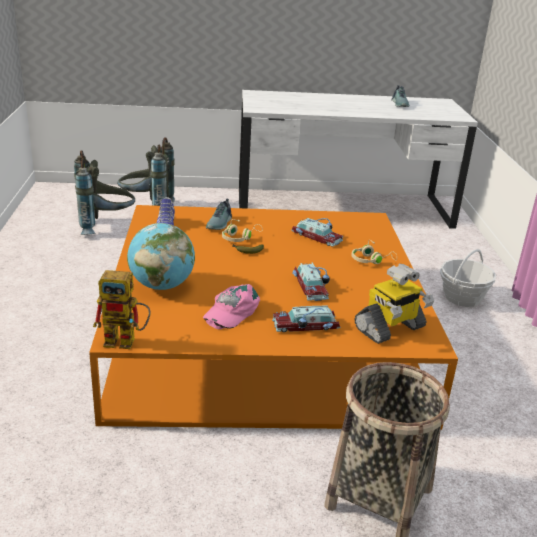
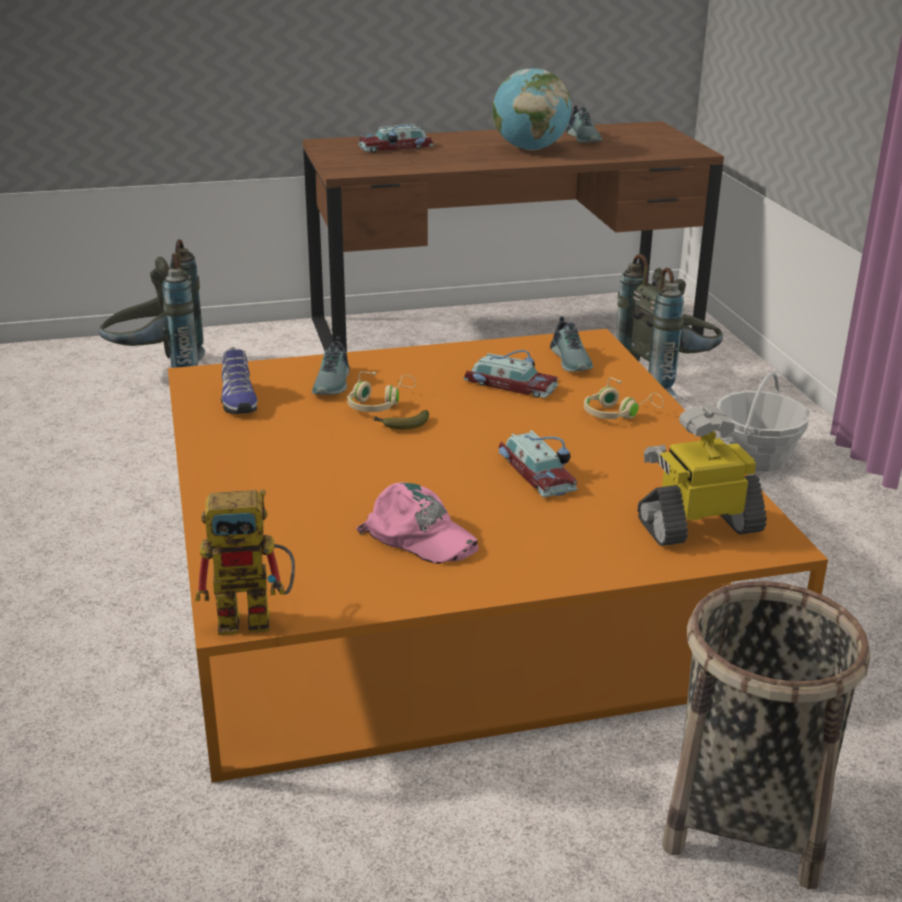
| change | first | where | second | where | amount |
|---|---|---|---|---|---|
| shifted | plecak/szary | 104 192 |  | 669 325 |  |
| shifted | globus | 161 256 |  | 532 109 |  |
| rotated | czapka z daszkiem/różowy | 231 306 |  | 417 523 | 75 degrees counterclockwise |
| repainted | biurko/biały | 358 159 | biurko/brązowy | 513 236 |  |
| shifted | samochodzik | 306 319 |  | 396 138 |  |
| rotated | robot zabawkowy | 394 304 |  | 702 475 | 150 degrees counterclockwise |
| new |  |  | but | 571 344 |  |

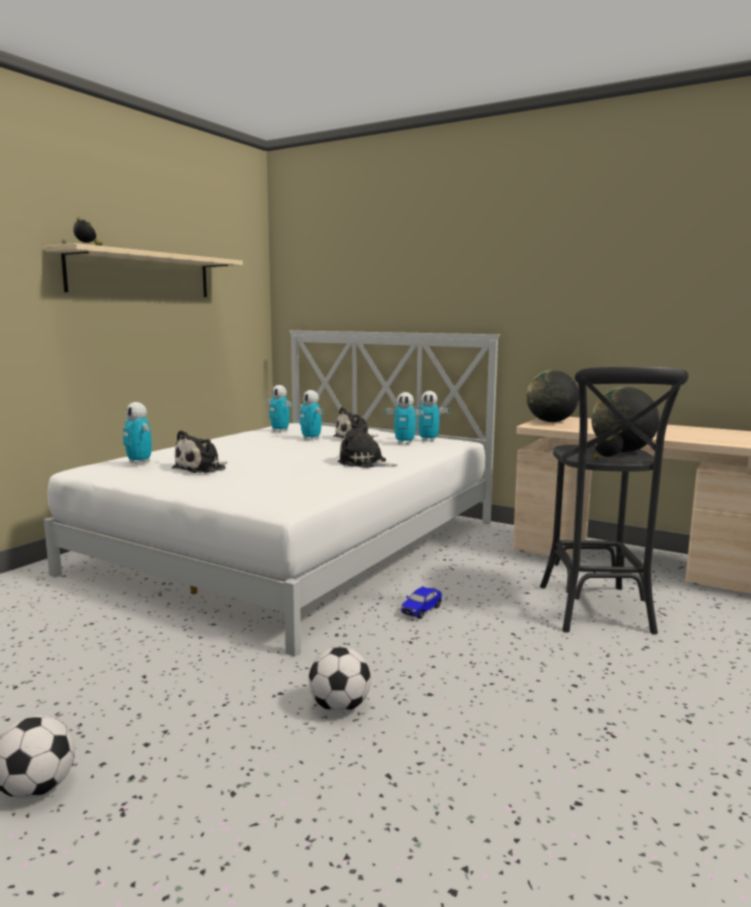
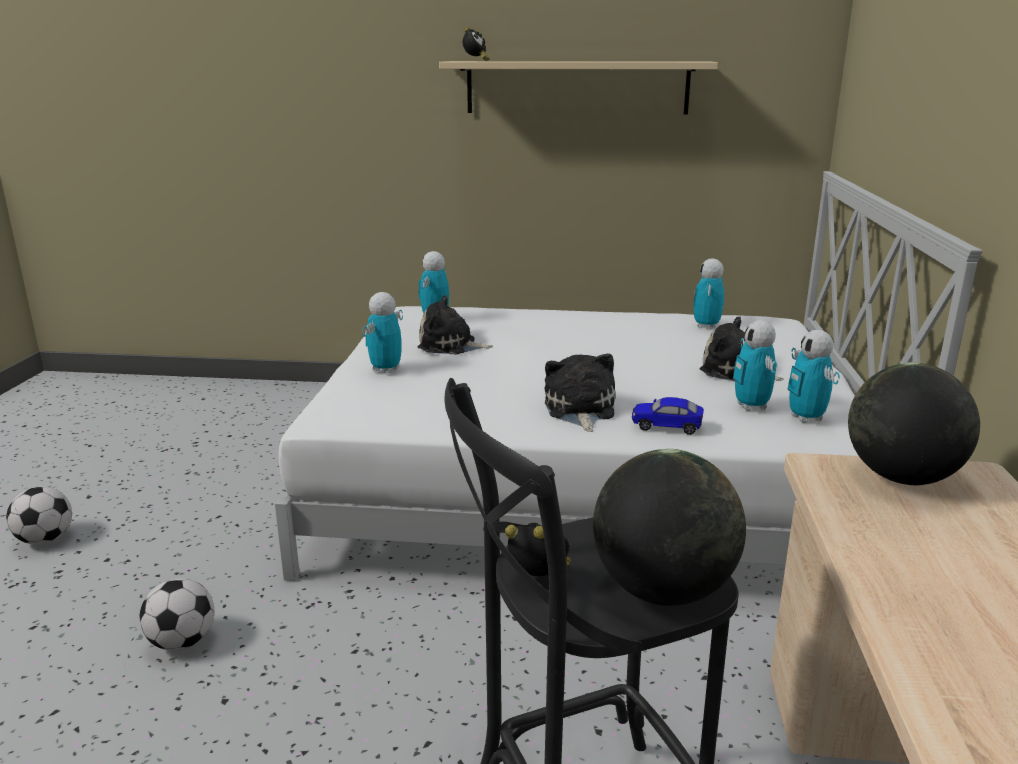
| change | first | where | second | where | amount |
|---|---|---|---|---|---|
| shifted | robot zabawkowy | 311 415 |  | 382 333 |  |
| shifted | samochodzik | 421 603 |  | 668 416 |  |

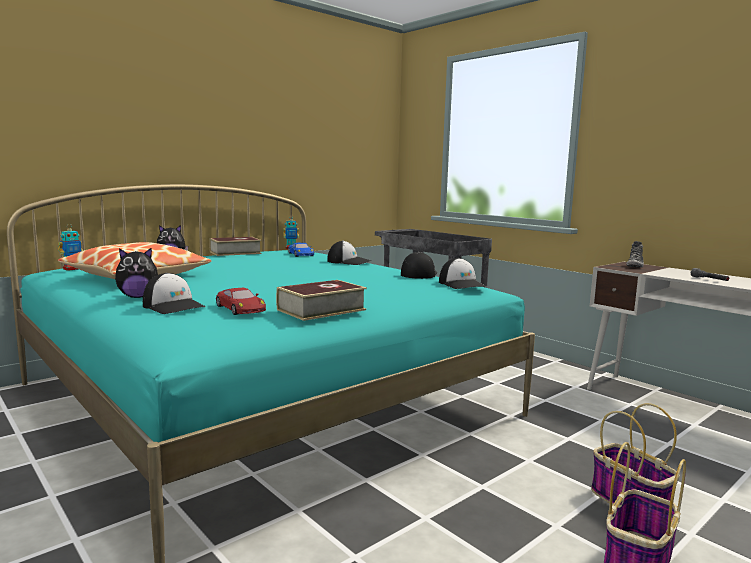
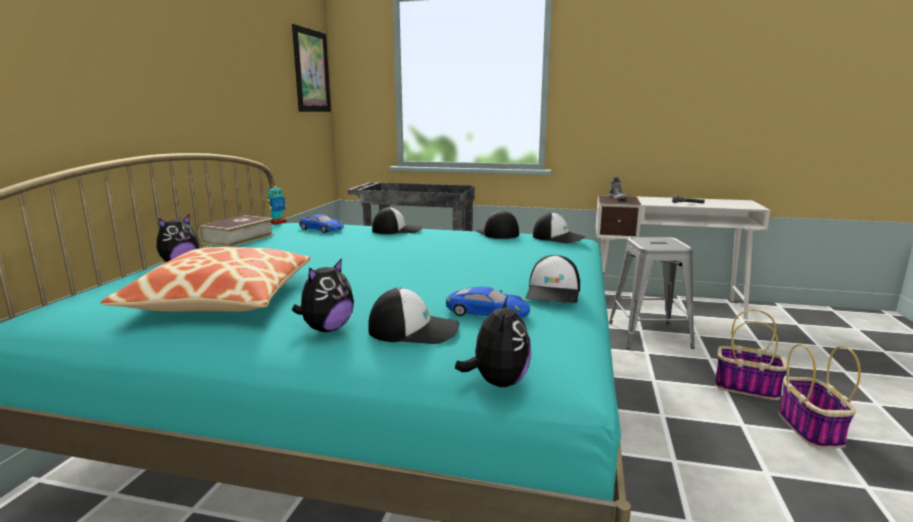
| change | first | where | second | where | amount |
|---|---|---|---|---|---|
| gone | robot zabawkowy | 70 248 |  |  |  |
| repainted | samochodzik/czerwony | 241 301 | samochodzik/niebieski | 488 303 |  |
| swapped | książka | 321 300 | czapka z daszkiem | 553 279 |  |
| new |  |  | obraz | 311 68 |  |
| new |  |  | pluszak | 493 341 |  |
| new |  |  | stołek/szary | 652 293 |  |

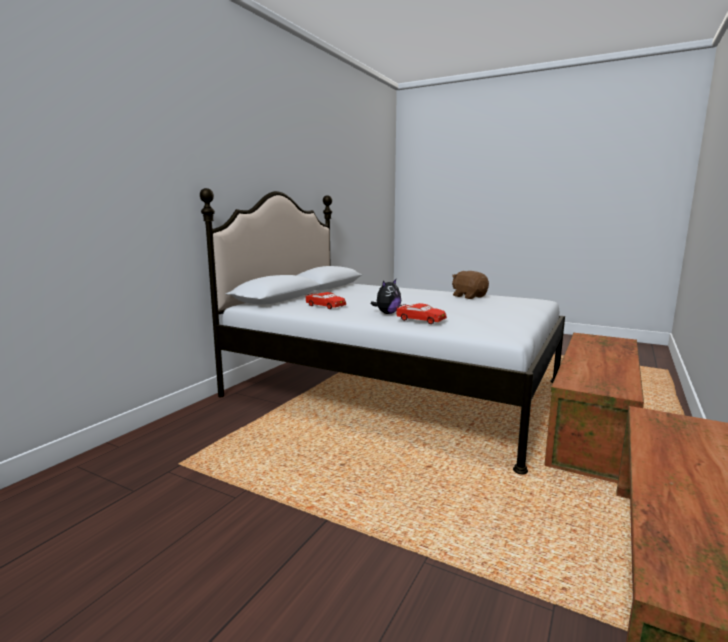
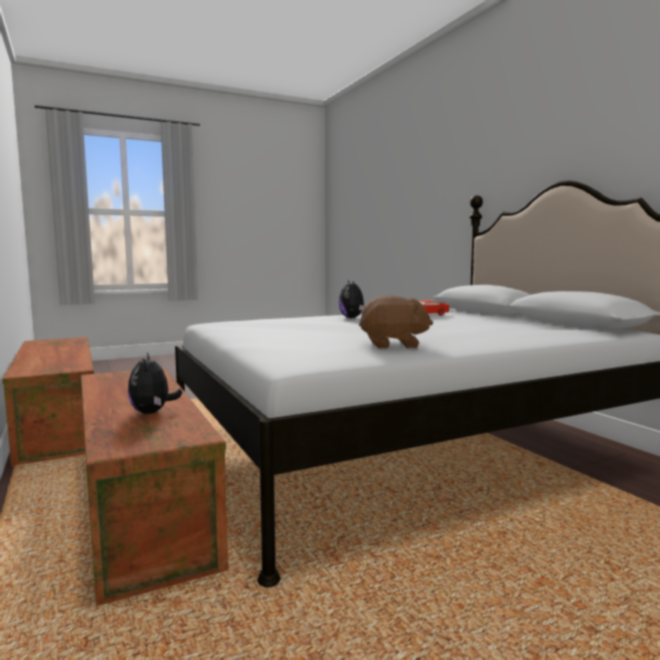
| change | first | where | second | where | amount |
|---|---|---|---|---|---|
| gone | samochodzik/czerwony | 421 313 |  |  |  |
| new |  |  | pluszak | 155 383 |  |

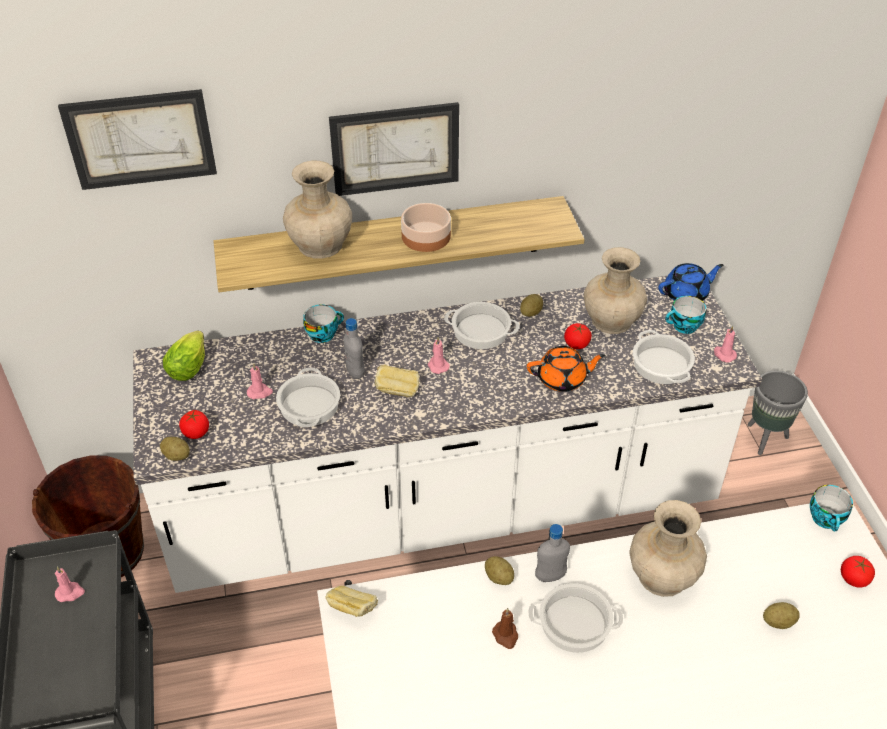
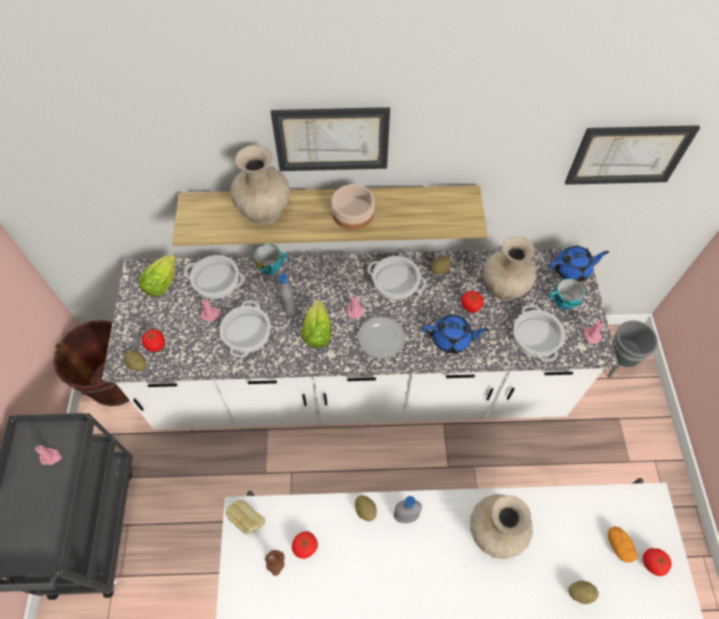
| change | first | where | second | where | amount |
|---|---|---|---|---|---|
| shifted | obraz | 137 139 |  | 632 155 |  |
| swapped | chleb | 397 380 | sałata | 316 324 |  |
| shifted | świeca/brązowy | 505 628 |  | 275 563 |  |
| repainted | imbryk/pomarańczowy | 566 369 | imbryk/niebieski | 456 333 |  |
| shifted | garnek | 575 618 |  | 214 277 |  |
| gone | filiżanka | 831 508 |  |  |  |
| new |  |  | pomidor | 305 545 |  |
| new |  |  | talerz | 381 337 |  |
| new |  |  | ziemniak | 622 545 |  |

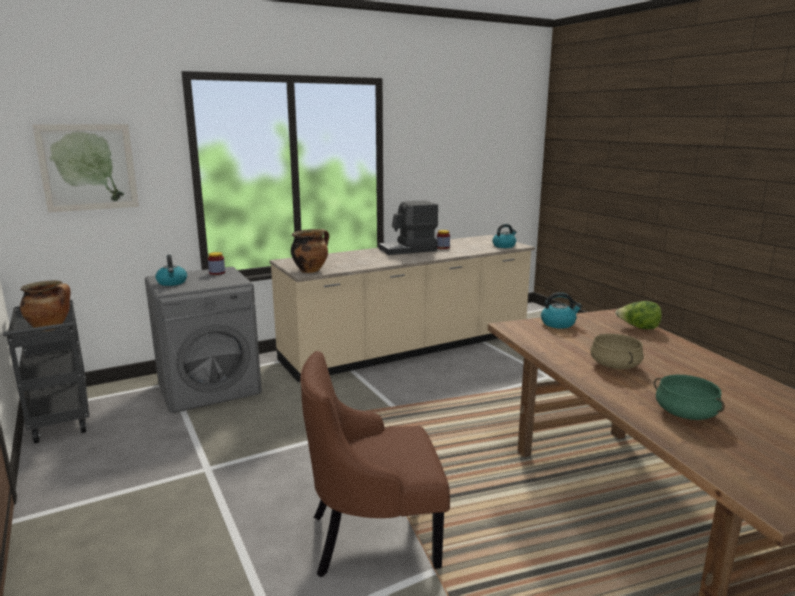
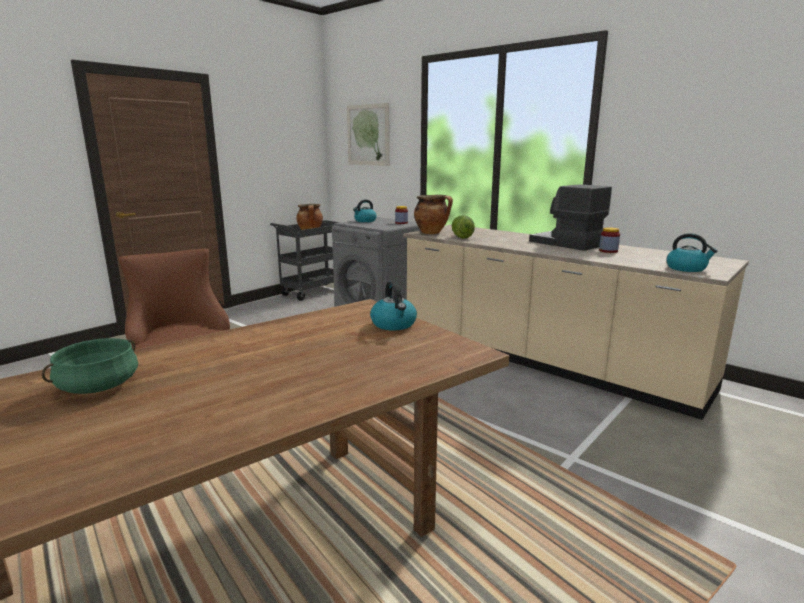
| change | first | where | second | where | amount |
|---|---|---|---|---|---|
| gone | garnek/beżowy | 617 351 |  |  |  |
| shifted | sałata | 638 315 |  | 463 227 |  |

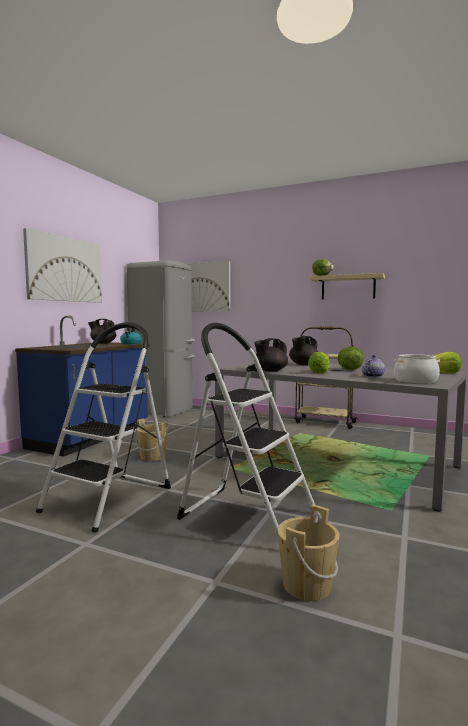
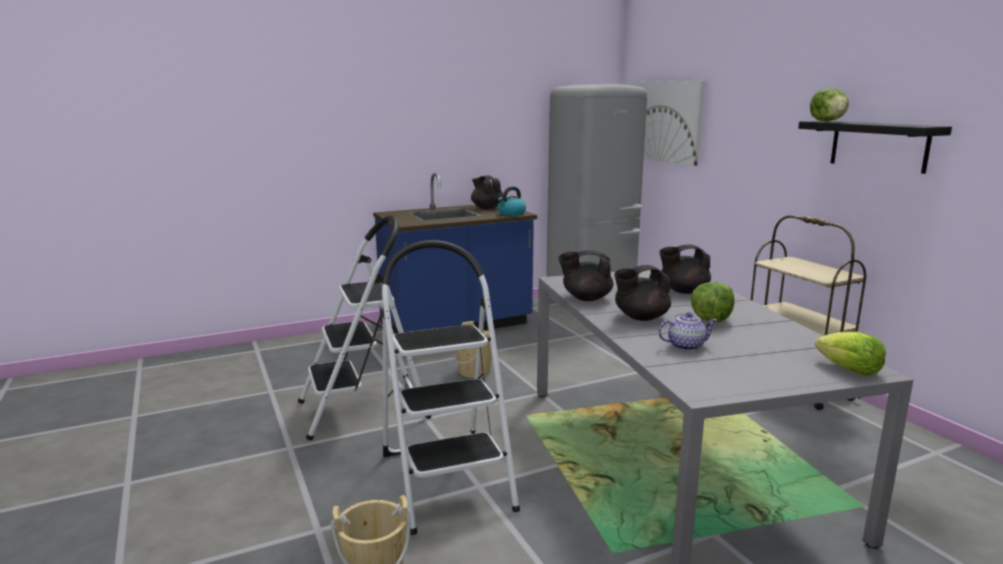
| change | first | where | second | where | amount |
|---|---|---|---|---|---|
| gone | obraz | 62 265 |  |  |  |
| swapped | sałata | 319 362 | imbryk/czarny | 642 293 |  |
| repainted | półka/beżowy | 347 286 | półka/czarny | 875 147 |  |
| gone | garnek | 417 369 |  |  |  |

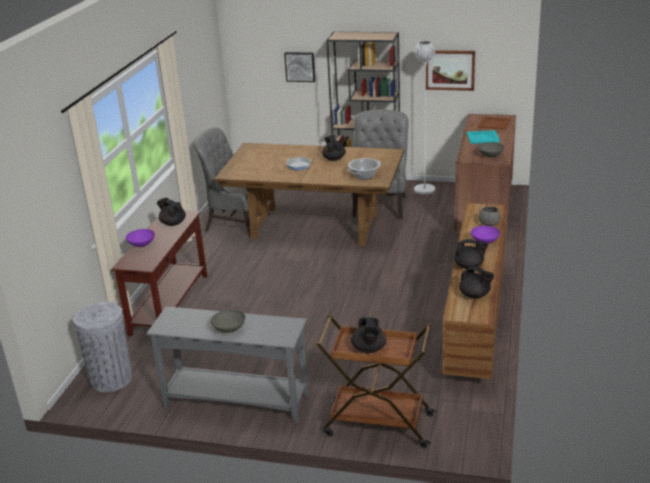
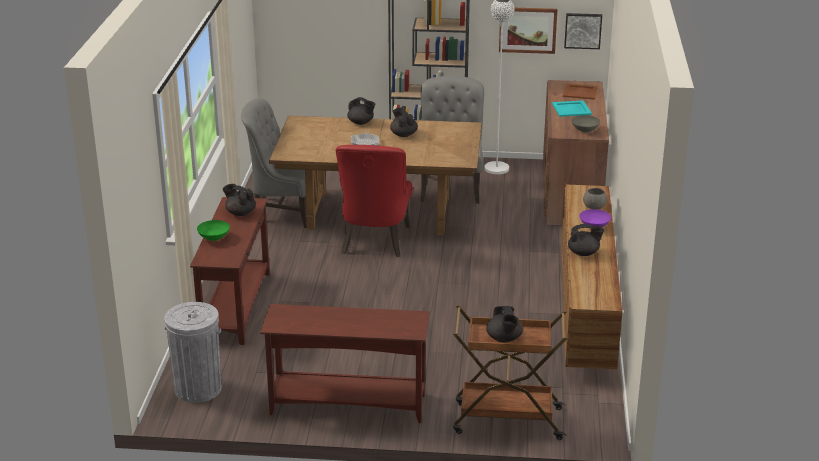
| change | first | where | second | where | amount |
|---|---|---|---|---|---|
| repainted | miska/fioletowy | 140 238 | miska/zielony | 213 230 |  |
| repainted | stolik konsolowy/szary | 227 365 | stolik konsolowy/brązowy | 345 363 |  |
| gone | miska/szary | 228 321 |  |  |  |
| shifted | obraz | 299 67 |  | 583 31 |  |
| gone | garnek | 364 169 |  |  |  |
| shifted | imbryk/czarny | 476 282 |  | 361 111 |  |
| new |  |  | krzesło/czerwony | 374 201 |  |

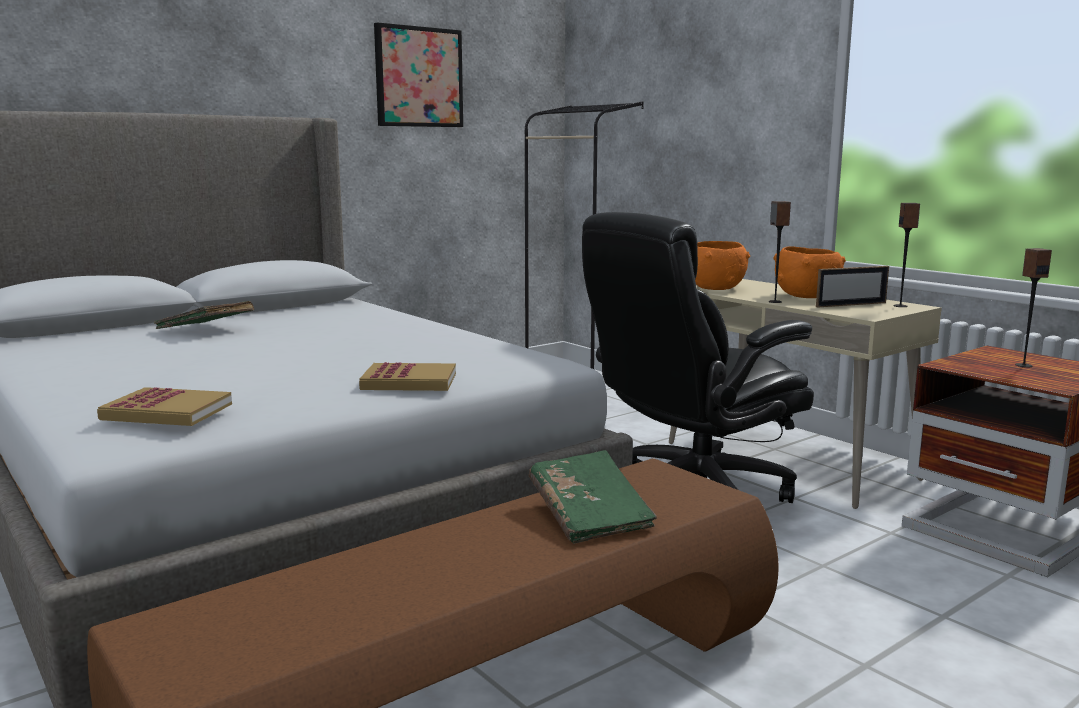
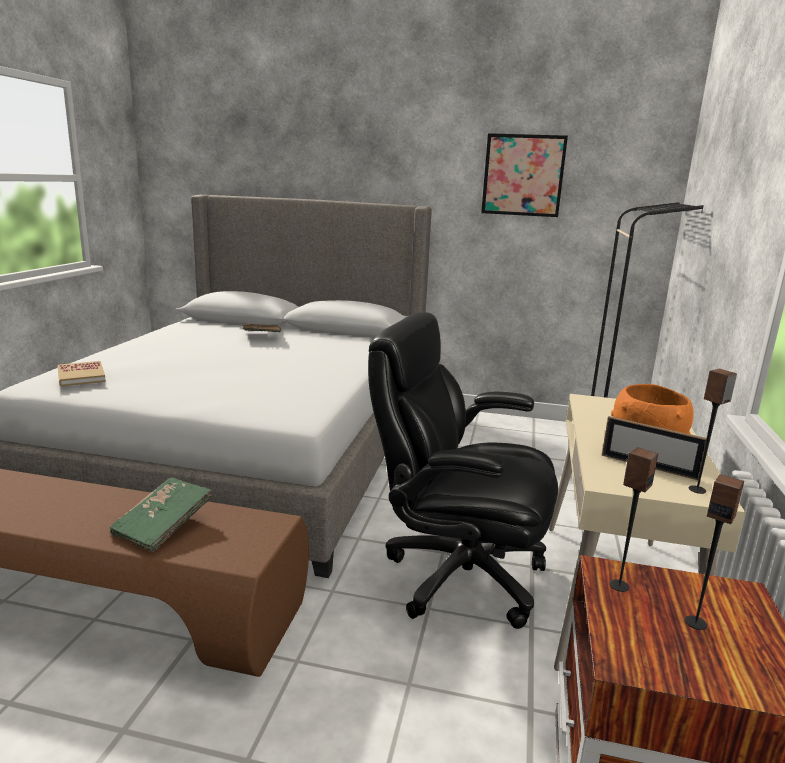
| change | first | where | second | where | amount |
|---|---|---|---|---|---|
| gone | książka | 407 376 |  |  |  |
| gone | miska/pomarańczowy | 722 265 |  |  |  |
| shifted | głośnik | 780 252 |  | 634 519 |  |

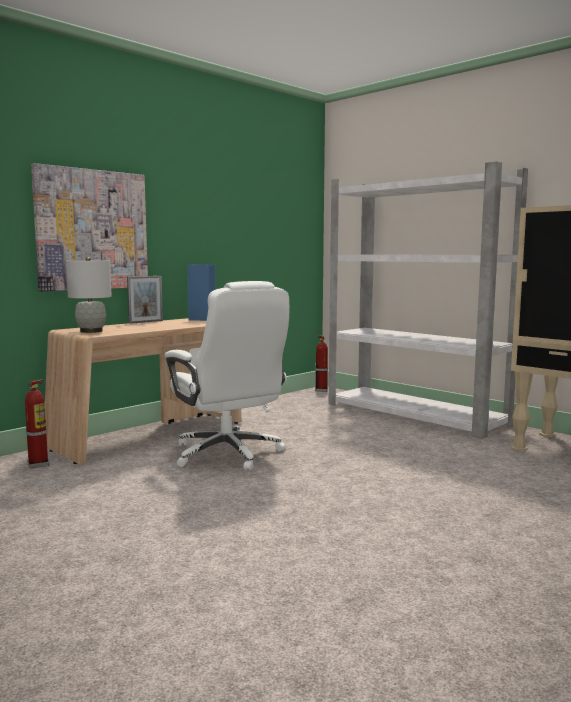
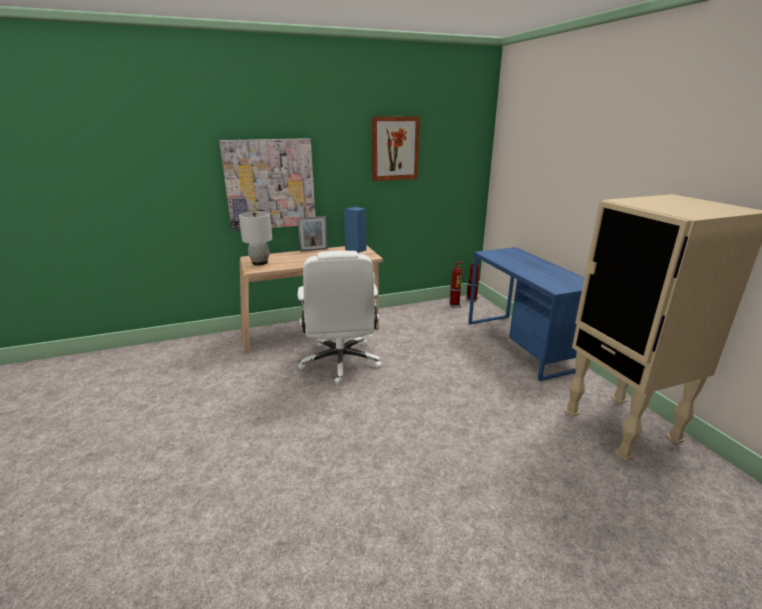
| change | first | where | second | where | amount |
|---|---|---|---|---|---|
| shifted | gaśnica | 37 424 |  | 456 284 |  |
| swapped | regał/biały | 428 300 | biurko/niebieski | 526 314 |  |
| new |  |  | obraz | 396 149 |  |

